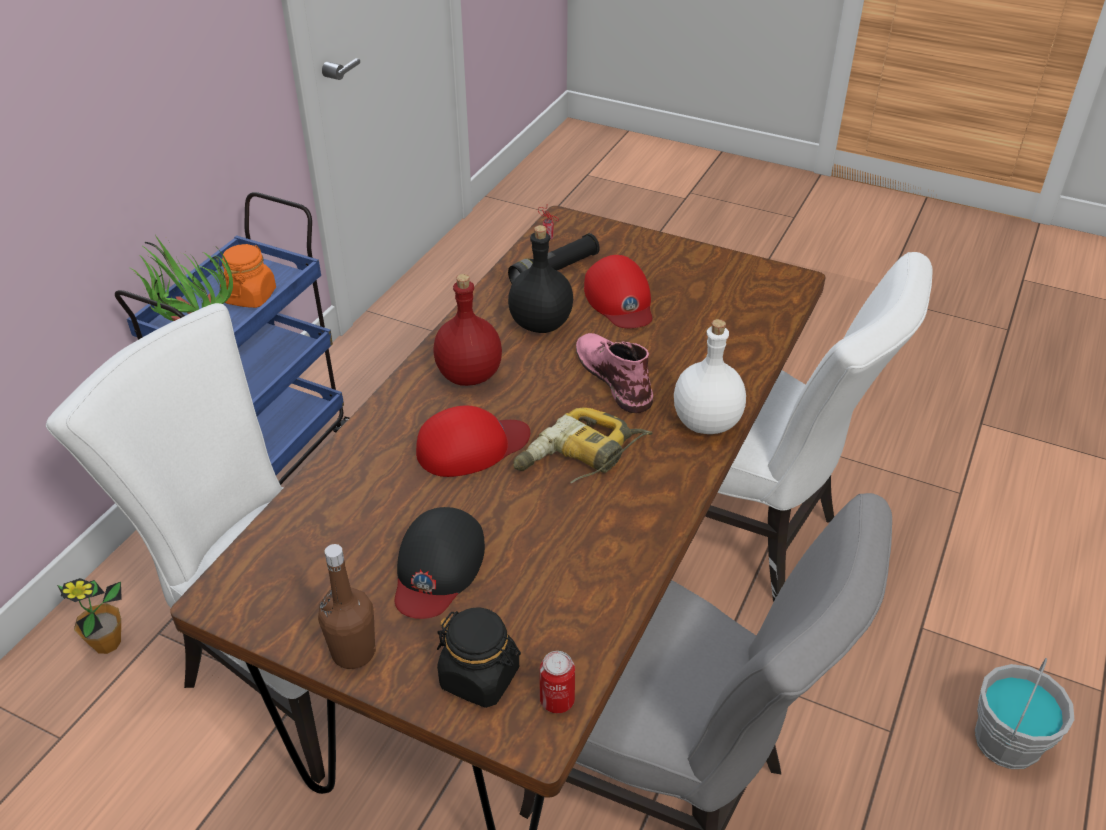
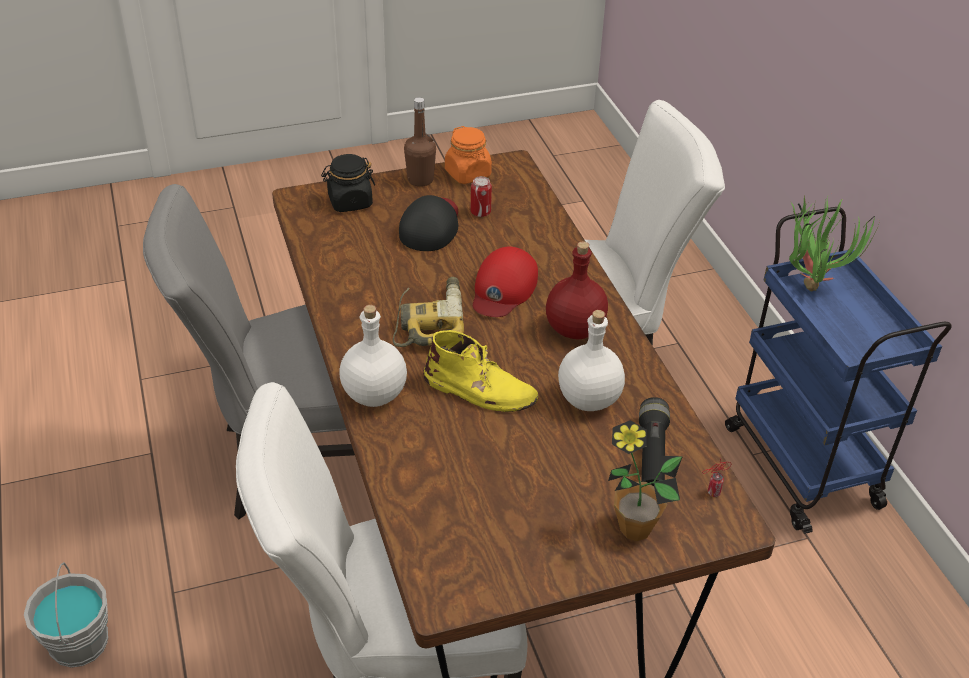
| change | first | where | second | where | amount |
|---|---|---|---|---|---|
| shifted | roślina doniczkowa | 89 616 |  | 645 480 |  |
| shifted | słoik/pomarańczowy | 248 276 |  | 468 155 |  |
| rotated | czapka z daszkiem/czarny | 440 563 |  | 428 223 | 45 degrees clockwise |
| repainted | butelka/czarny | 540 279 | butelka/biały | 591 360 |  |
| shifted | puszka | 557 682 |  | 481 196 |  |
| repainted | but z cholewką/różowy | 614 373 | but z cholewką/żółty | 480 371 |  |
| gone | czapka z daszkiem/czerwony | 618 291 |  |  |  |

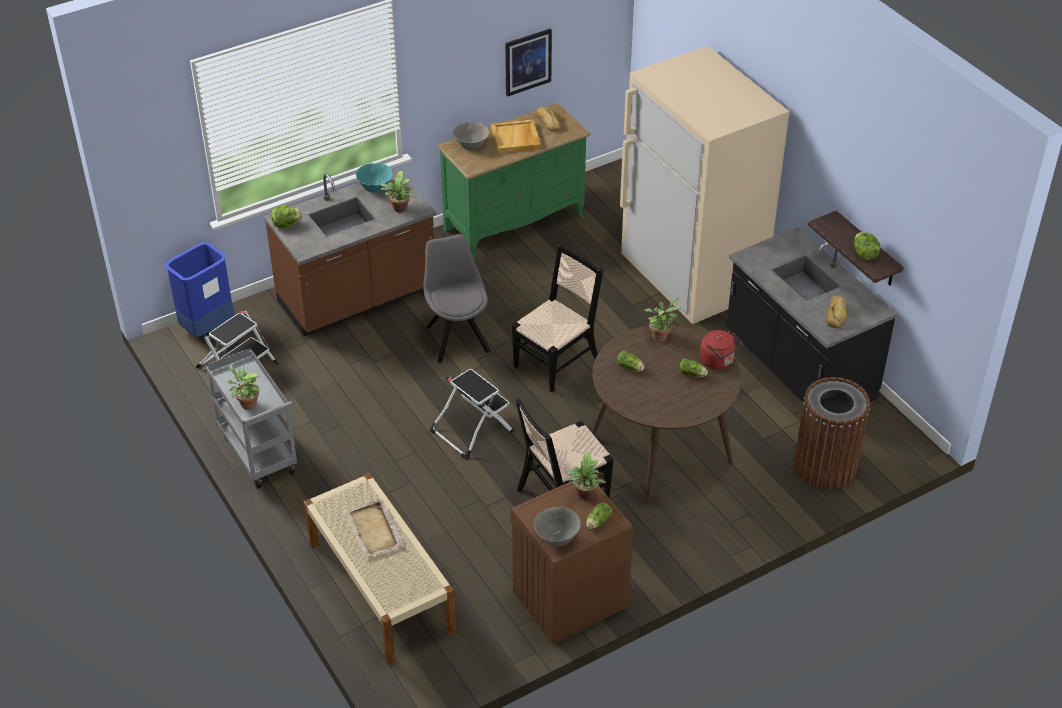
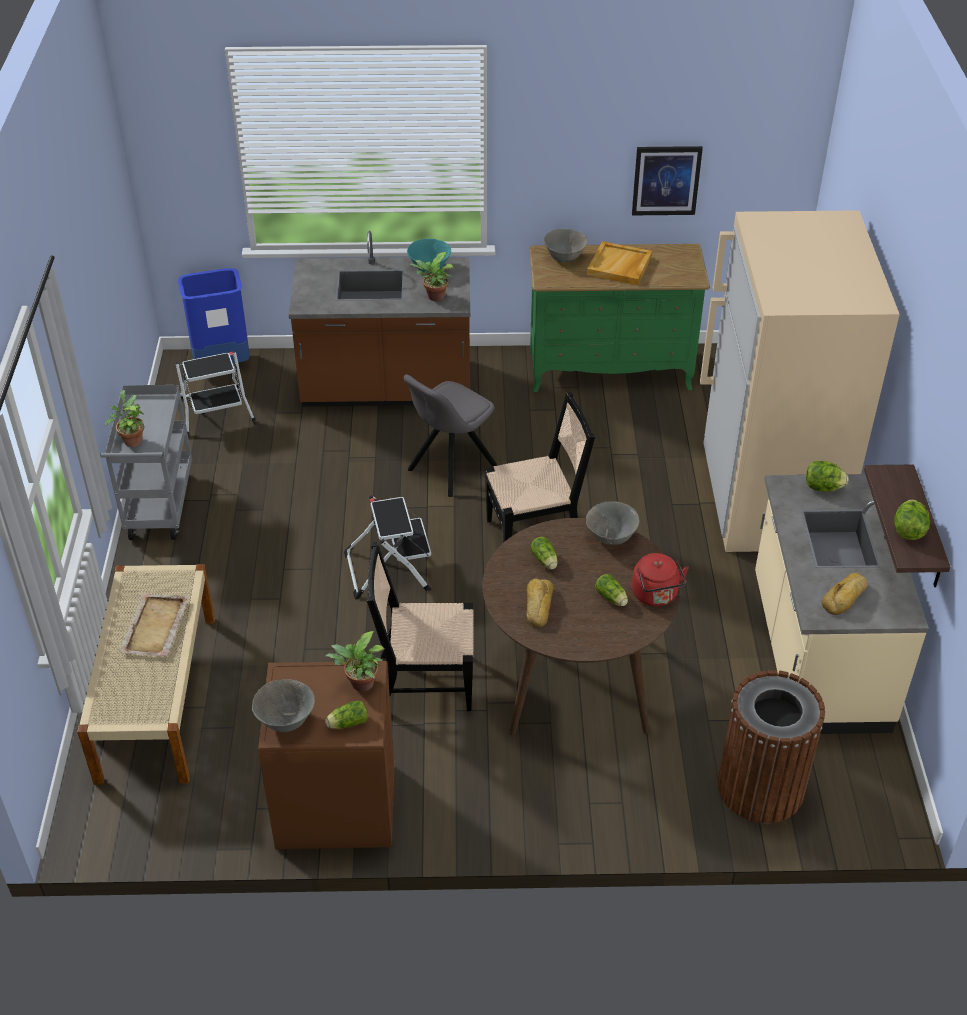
| change | first | where | second | where | amount |
|---|---|---|---|---|---|
| shifted | sałata | 286 217 |  | 827 476 |  |
| rotated | krzesło/szary | 457 298 |  | 450 436 | 150 degrees counterclockwise |
| shifted | chleb | 548 119 |  | 540 602 |  |
| swapped | roślina doniczkowa | 662 320 | miska/szary | 612 523 |  |
| repainted | zabudowa kuchenna/czarny | 811 315 | zabudowa kuchenna/beżowy | 842 604 |  |

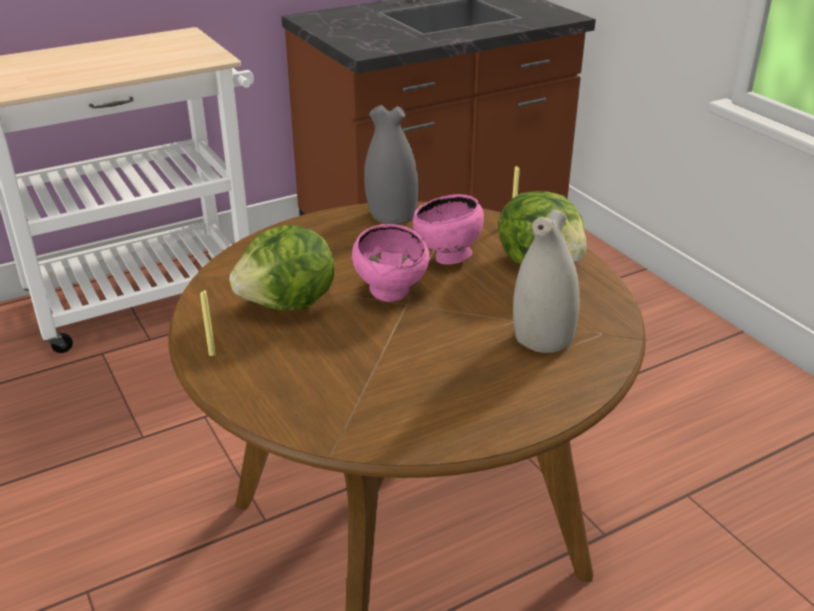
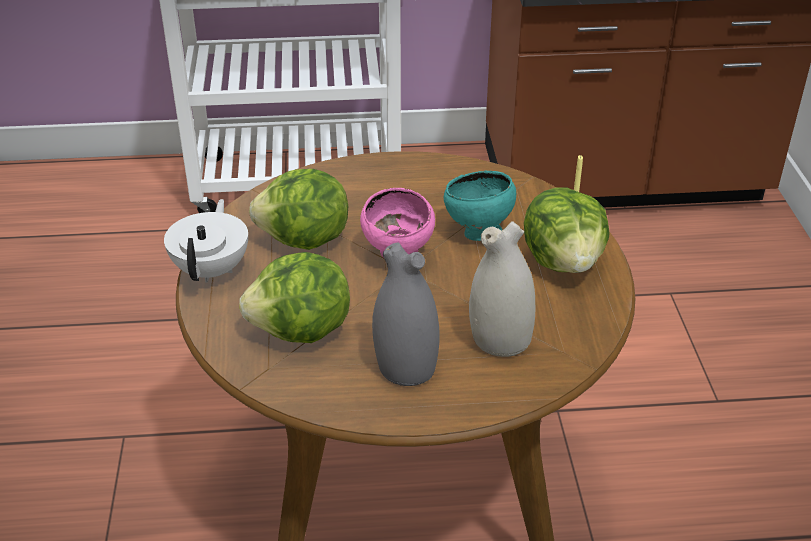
| change | first | where | second | where | amount |
|---|---|---|---|---|---|
| swapped | świeca/żółty | 208 323 | imbryk/biały | 206 241 |  |
| shifted | wazon/szary | 391 164 |  | 406 314 |  |
| repainted | miska/różowy | 448 229 | miska/turkusowy | 480 206 |  |
| new |  |  | sałata | 294 297 |  |

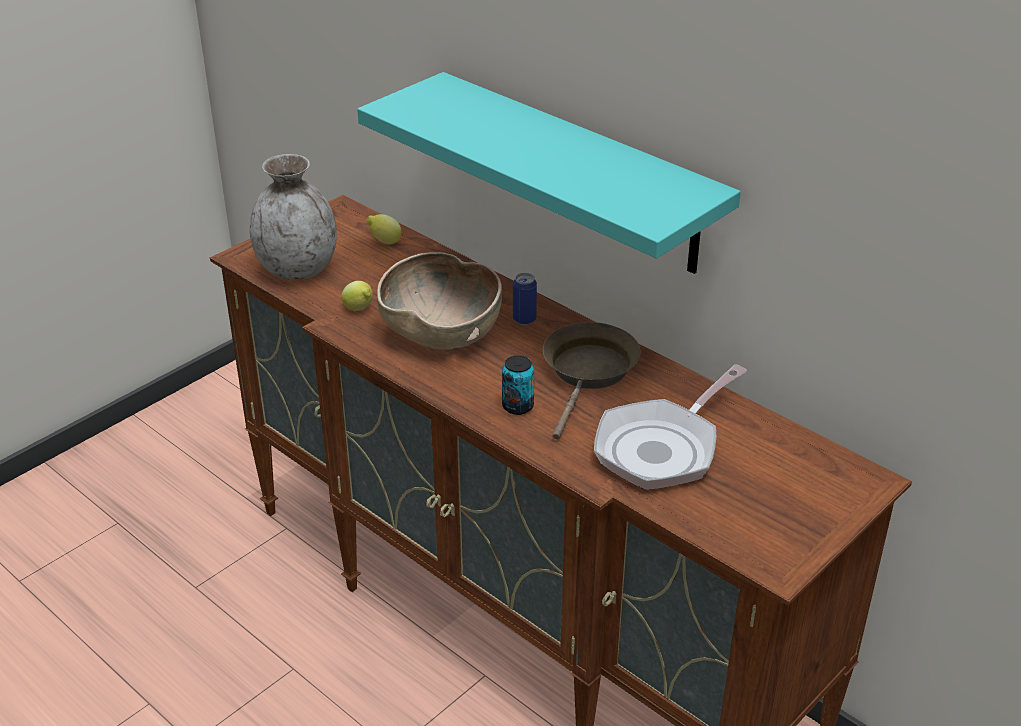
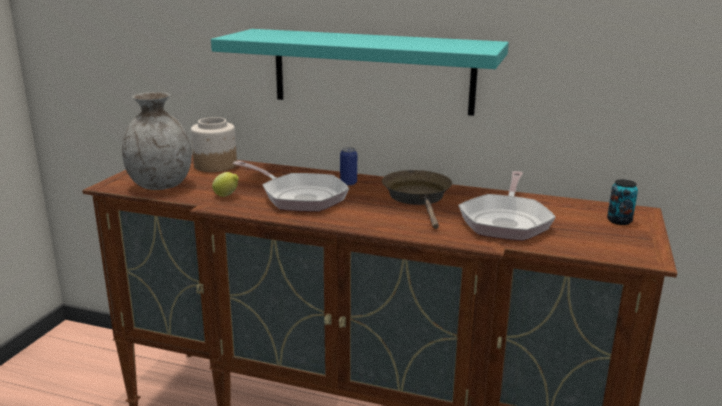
| change | first | where | second | where | amount |
|---|---|---|---|---|---|
| swapped | cytryna | 383 229 | słoik | 214 144 |  |
| swapped | miska/brązowy | 439 301 | patelnia | 291 186 |  |
| shifted | puszka | 518 385 |  | 622 202 |  |

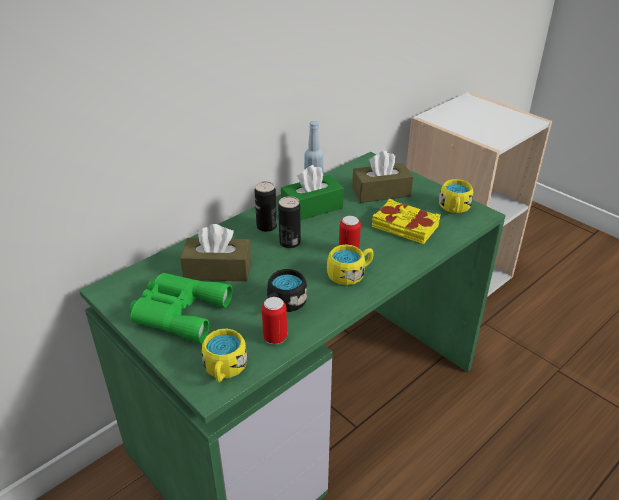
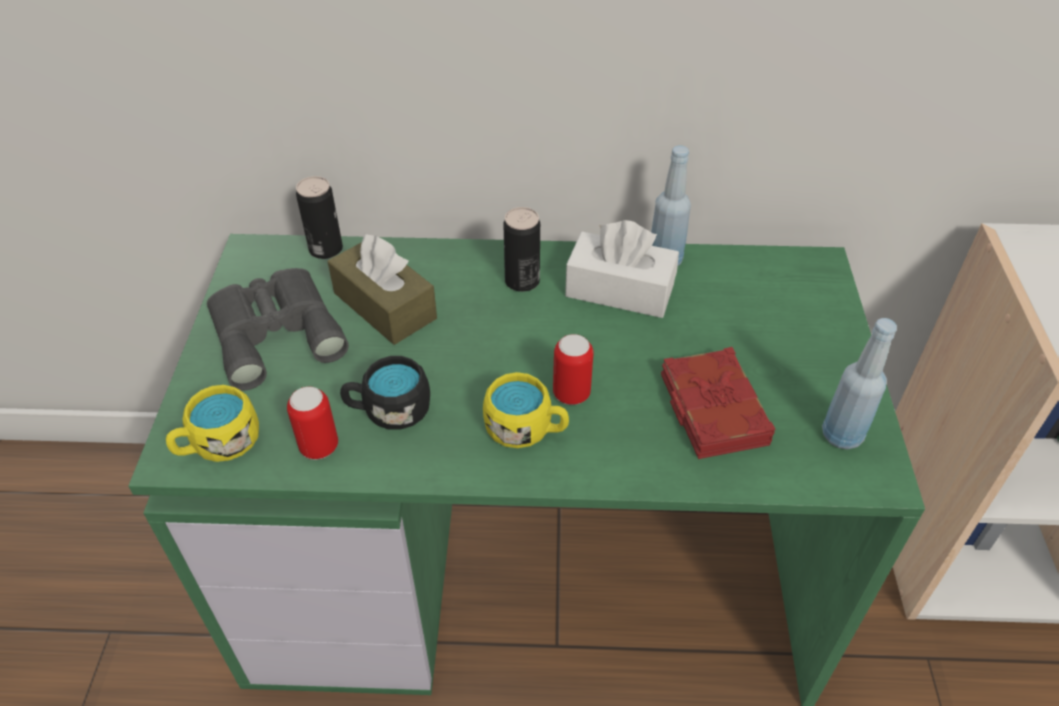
| change | first | where | second | where | amount |
|---|---|---|---|---|---|
| repainted | lornetka/zielony | 180 308 | lornetka/szary | 278 329 |  |
| shifted | puszka | 289 222 |  | 319 217 |  |
| repainted | pudełko chusteczek/zielony | 312 192 | pudełko chusteczek/biały | 622 269 |  |
| gone | pudełko chusteczek/brązowy | 382 177 |  |  |  |
| repainted | książka/żółty | 406 221 | książka/czerwony | 718 403 |  |
| swapped | kubek/żółty | 456 196 | butelka/niebieski | 859 384 |  |

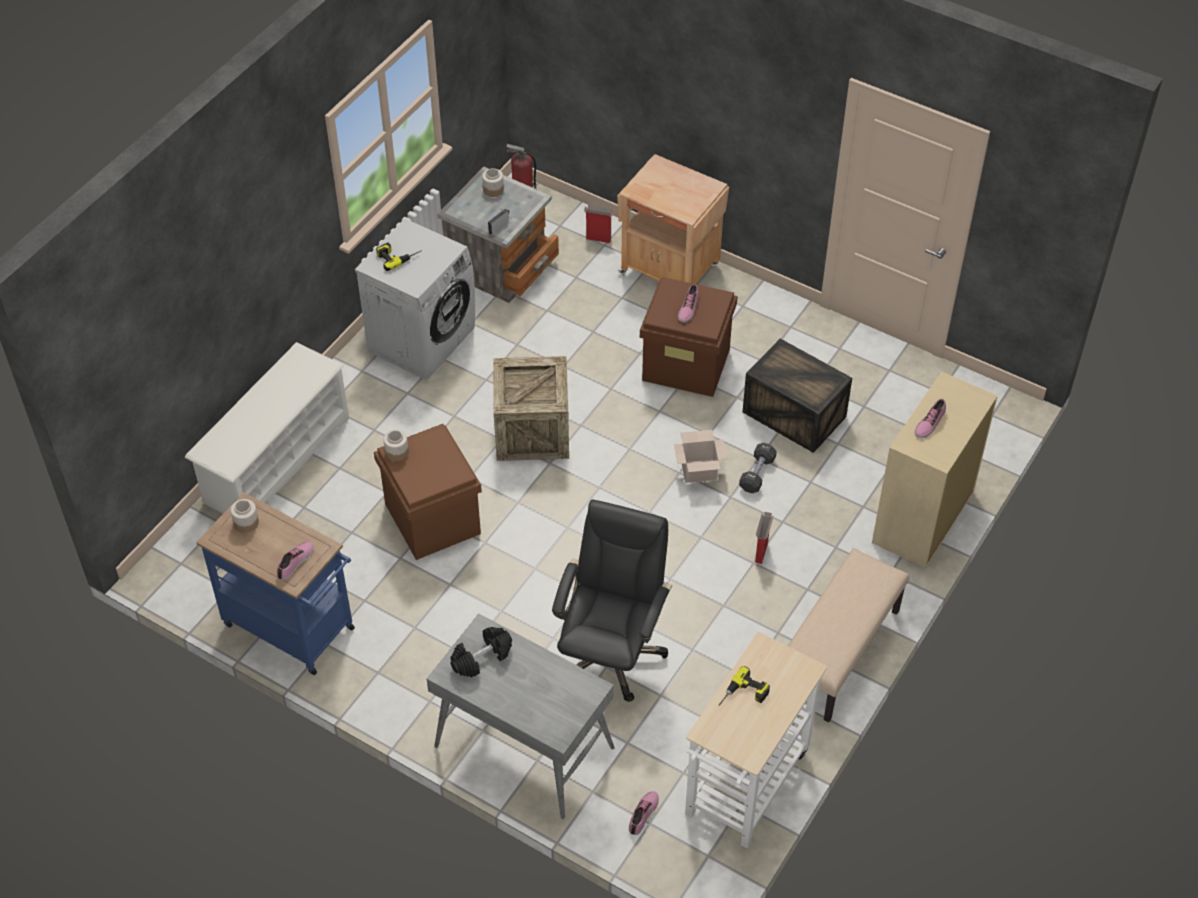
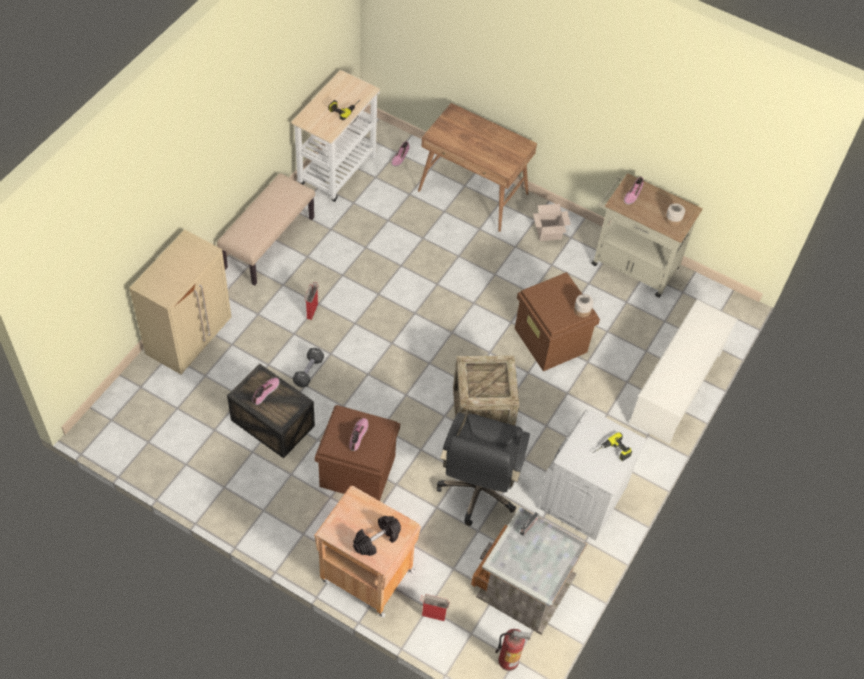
| change | first | where | second | where | amount |
|---|---|---|---|---|---|
| repainted | wózek/niebieski | 275 583 | wózek/beżowy | 647 235 |  |
| repainted | biurko/szary | 520 717 | biurko/brązowy | 477 167 |  |
| shifted | hantel/czarny | 481 652 |  | 377 536 |  |
| gone | słoik | 493 183 |  |  |  |
| shifted | krzesło biurowe/czarny | 612 600 |  | 483 469 |  |
| shifted | karton | 700 456 |  | 552 222 |  |
| shifted | but | 930 418 |  | 265 391 |  |

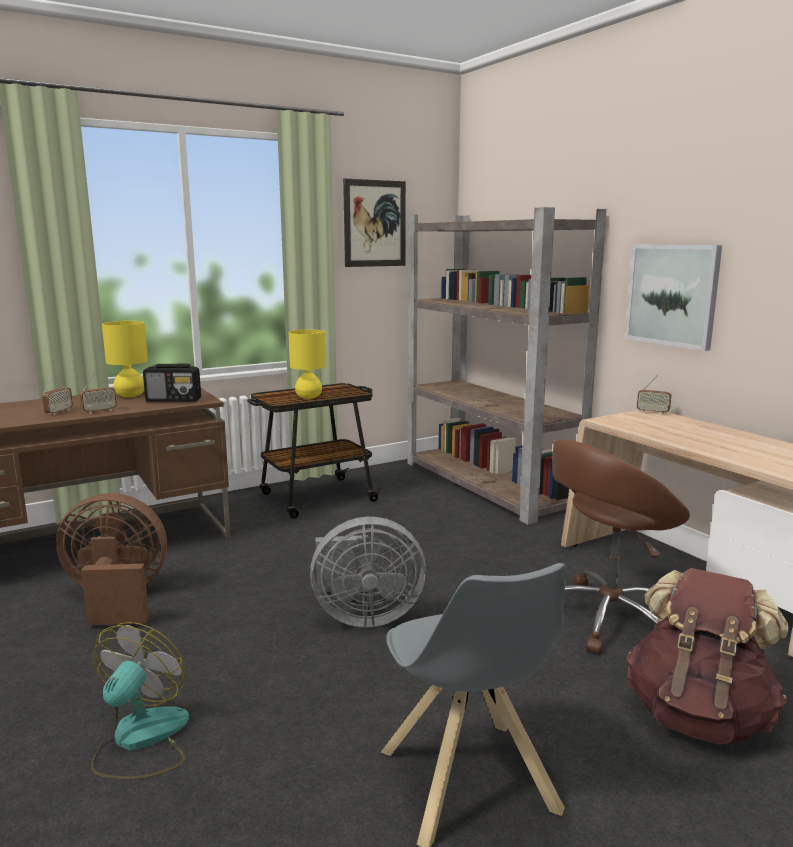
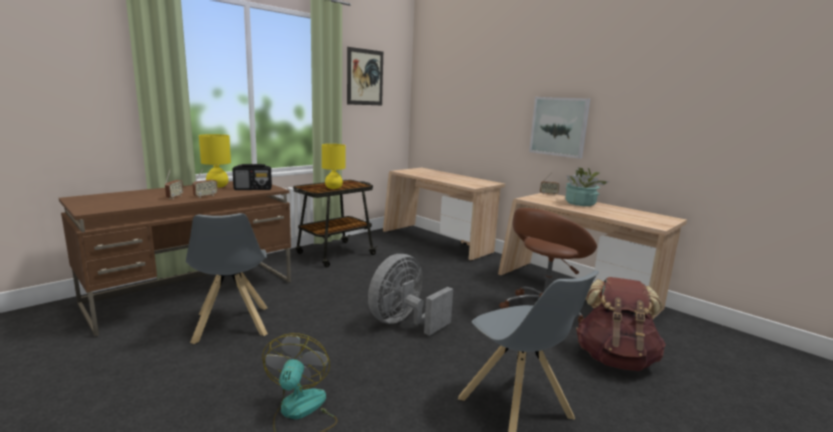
| change | first | where | second | where | amount |
|---|---|---|---|---|---|
| swapped | wentylator/brązowy | 111 559 | krzesło/szary | 227 278 |  |
| rotated | wentylator/szary | 368 572 |  | 410 295 | 150 degrees clockwise |
| swapped | regał/brązowy | 507 366 | biurko/beżowy | 444 214 |  |
| new |  |  | roślina doniczkowa | 587 186 |  |

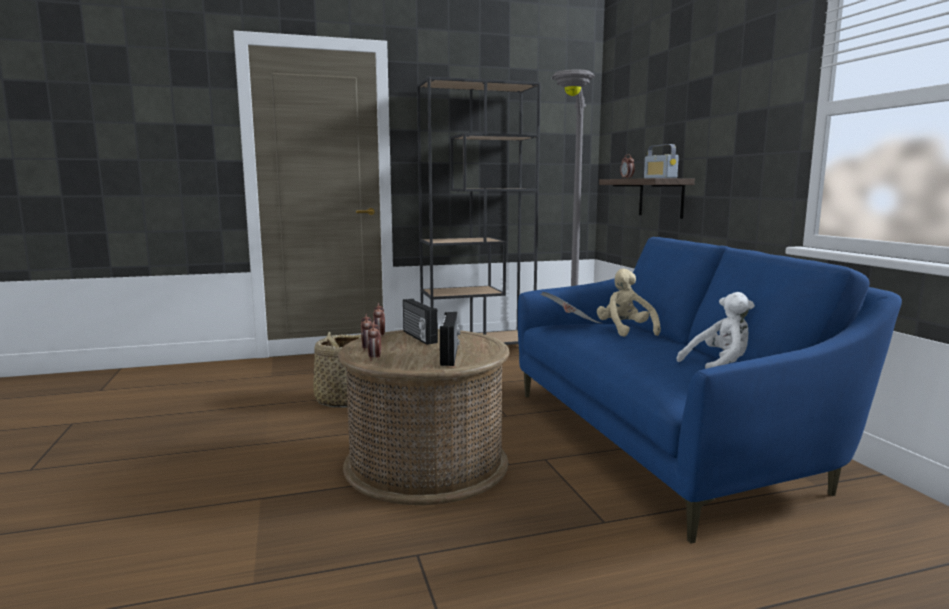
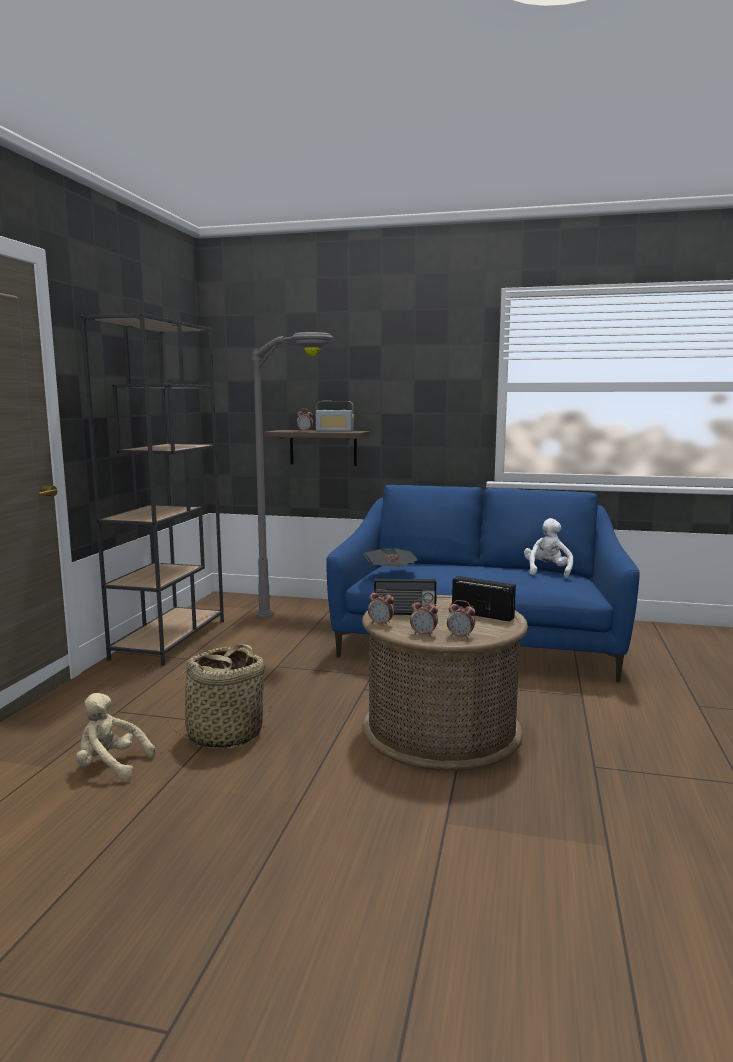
| change | first | where | second | where | amount |
|---|---|---|---|---|---|
| shifted | pluszak/beżowy | 629 302 |  | 116 736 |  |

